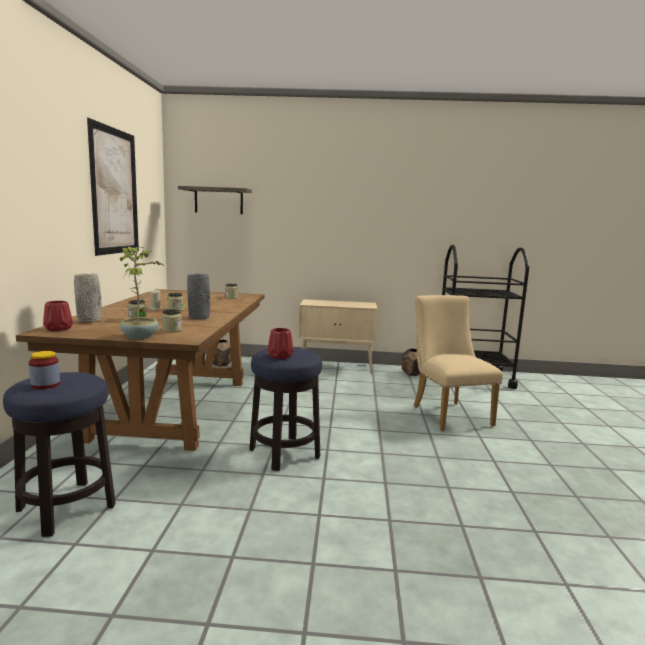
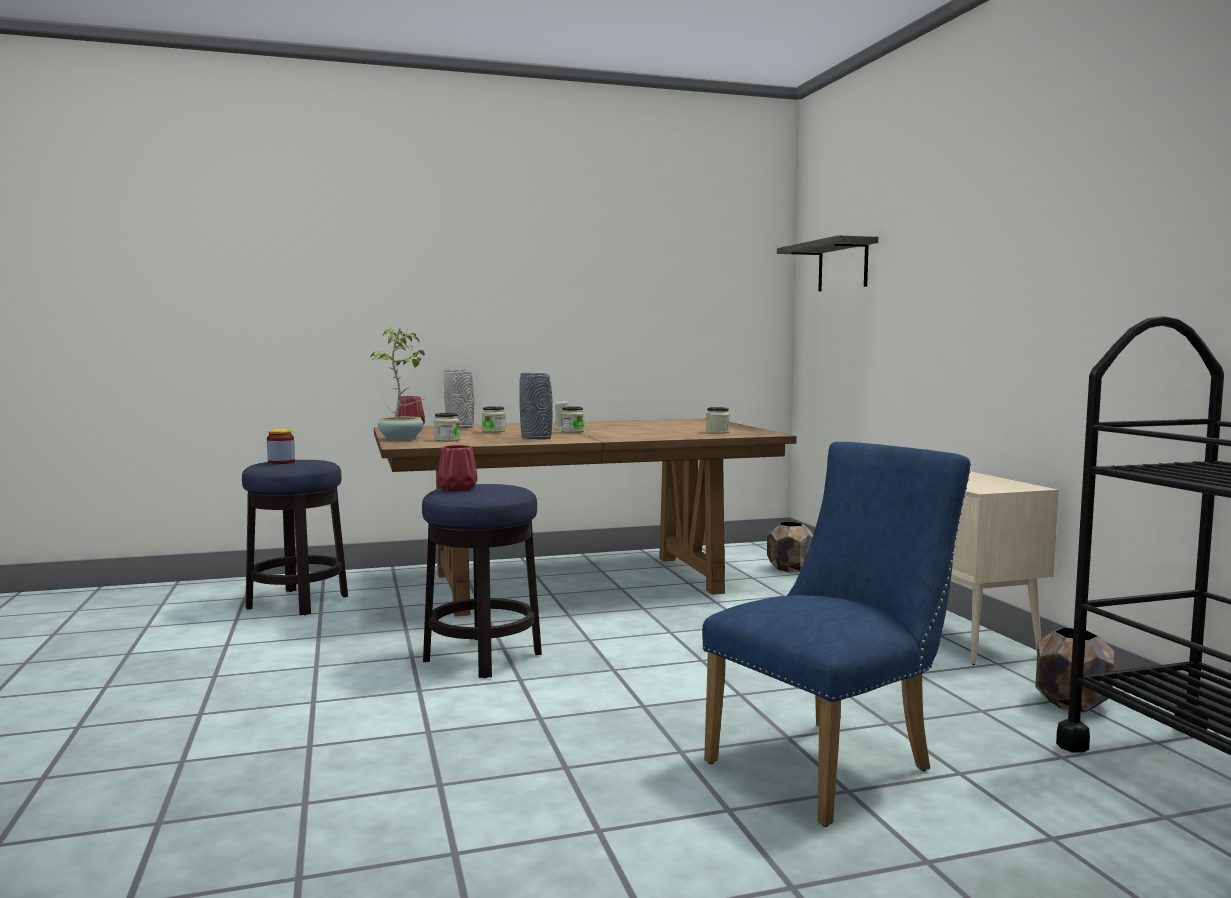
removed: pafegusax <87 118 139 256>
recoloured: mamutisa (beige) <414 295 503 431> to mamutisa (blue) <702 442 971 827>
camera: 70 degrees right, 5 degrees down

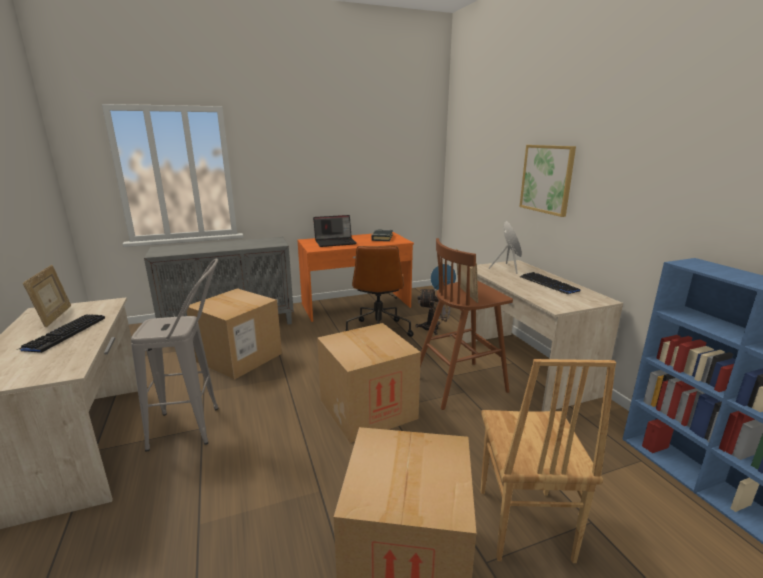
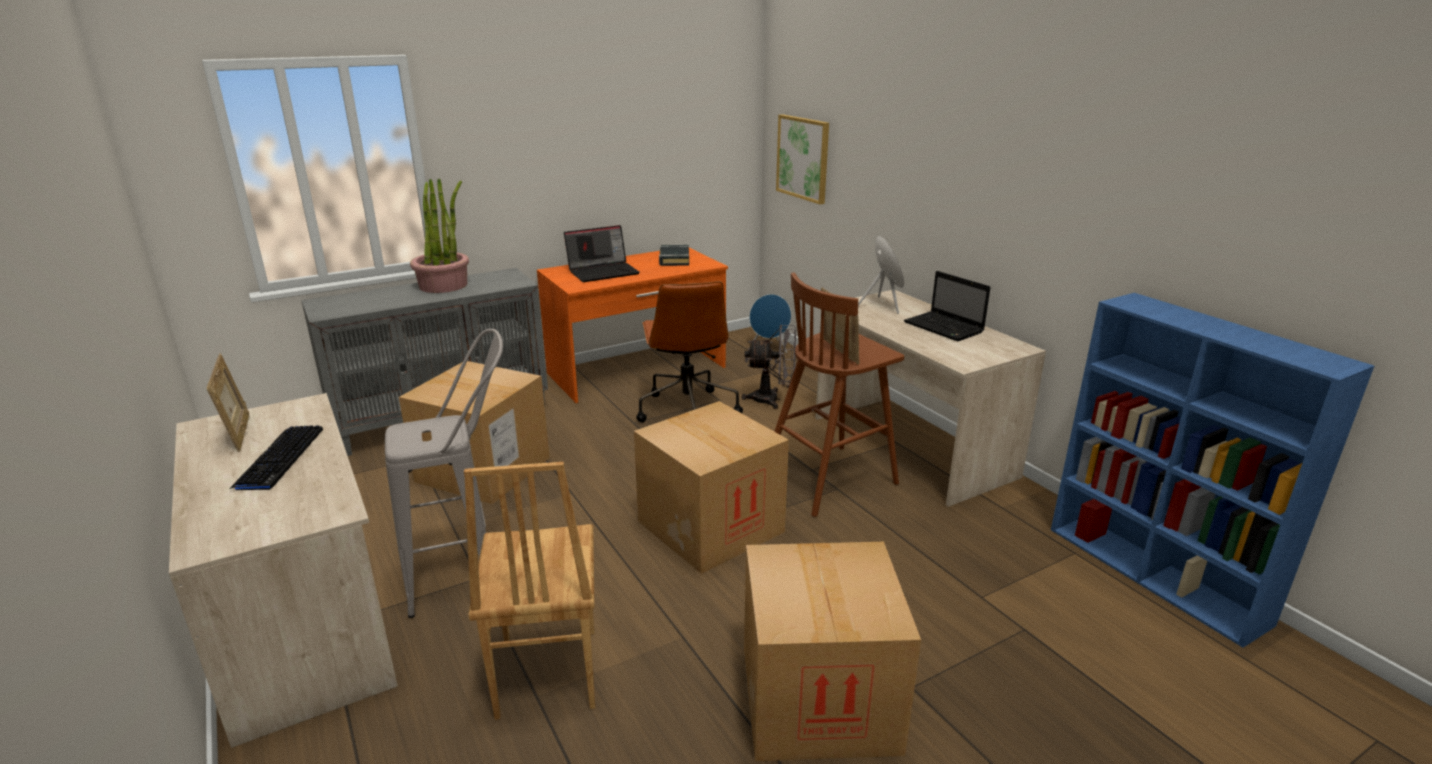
added: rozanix <410 179 469 293>
moved: mamutisa (brown) <481 359 616 563> to <464 462 595 720>; pafegusax <519 145 576 217> to <776 114 829 205>
replaced: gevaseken <520 272 581 294> to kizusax <904 271 991 341>
camera: 10 degrees left, 5 degrees up

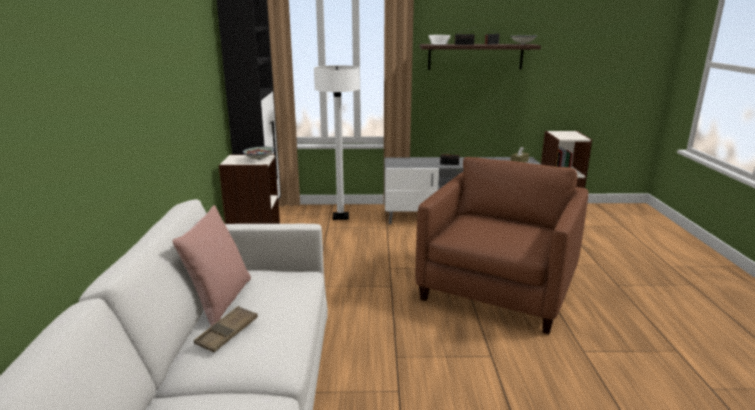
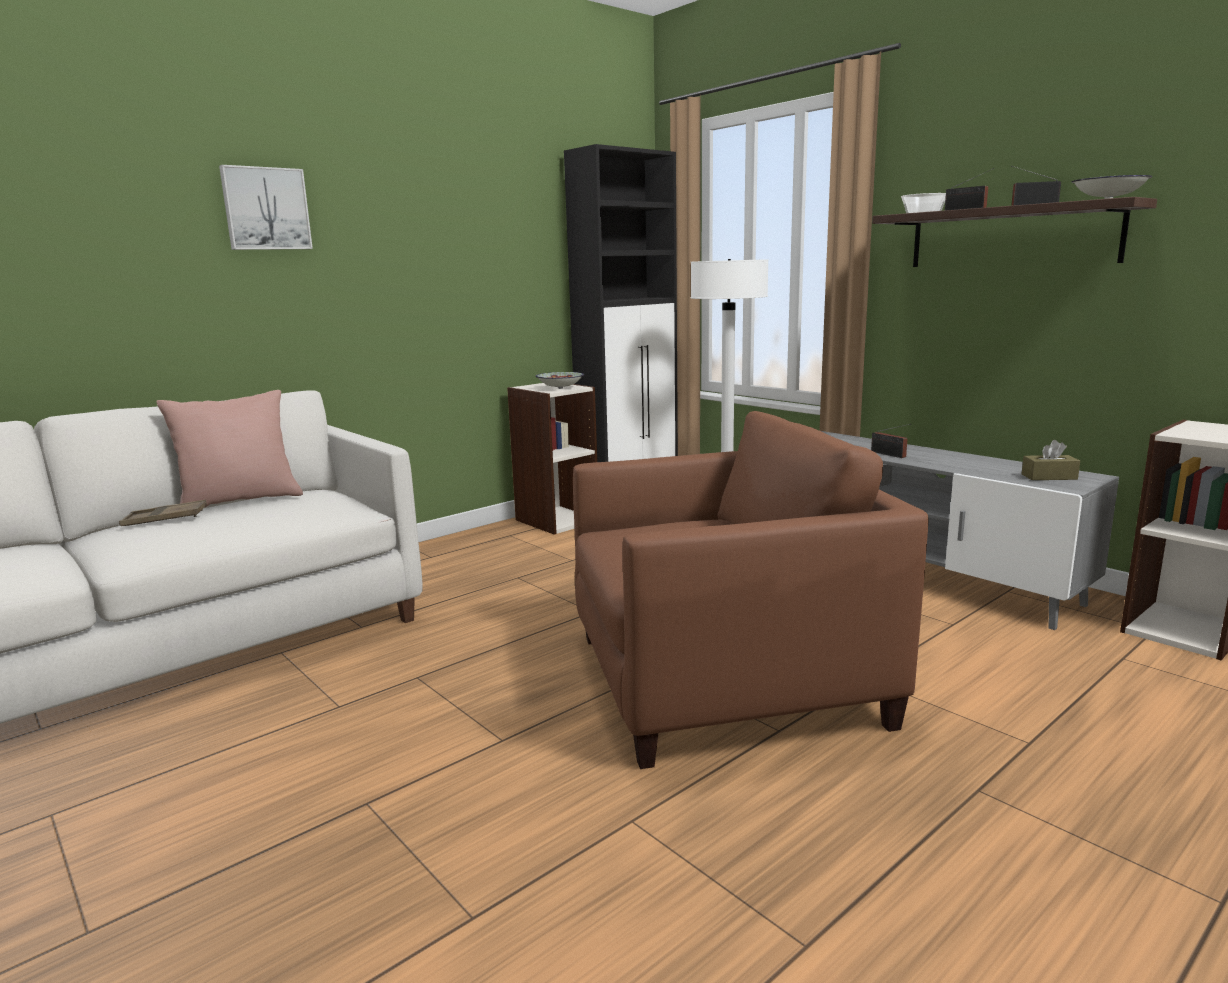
added: pafegusax <219 165 313 250>
camera: 50 degrees right, 5 degrees down

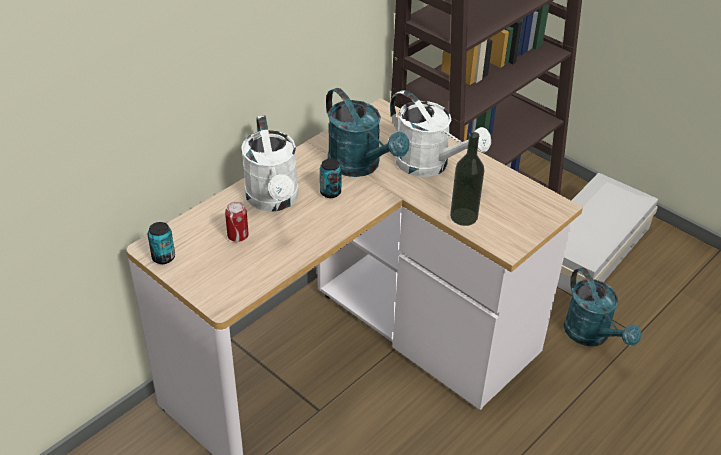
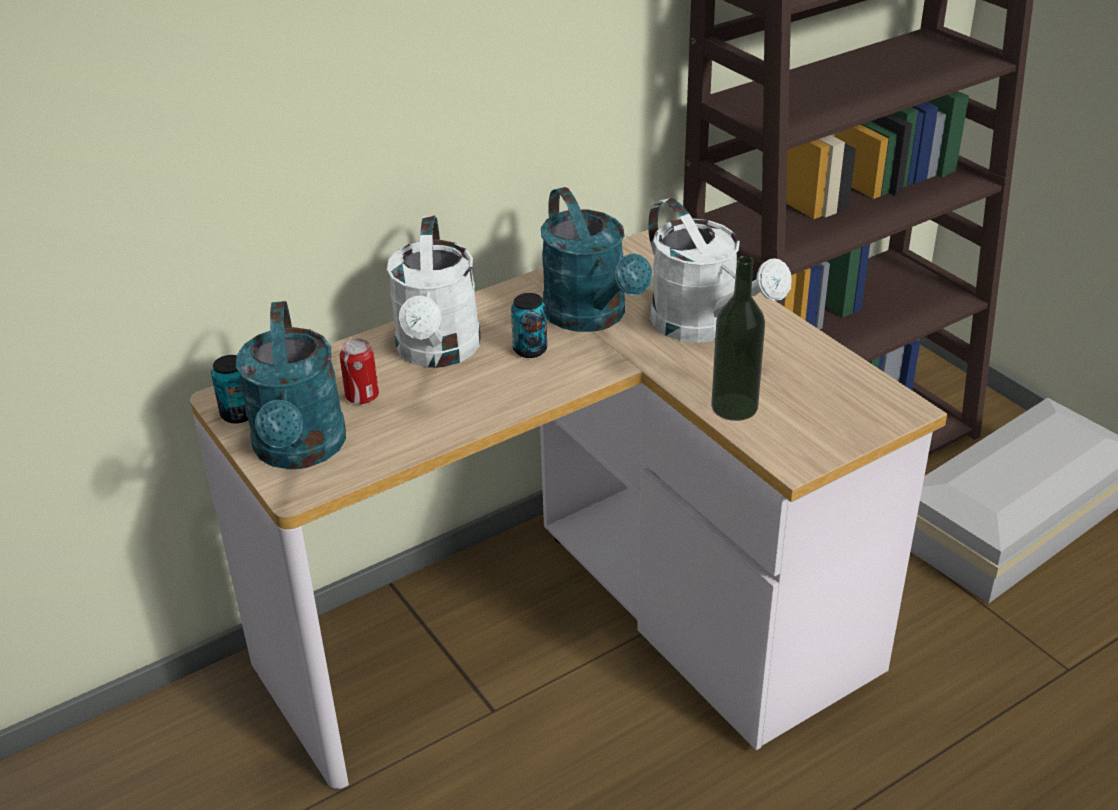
moved: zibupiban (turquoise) <563 268 641 346> to <236 301 346 469>
camera: 15 degrees right, 5 degrees down

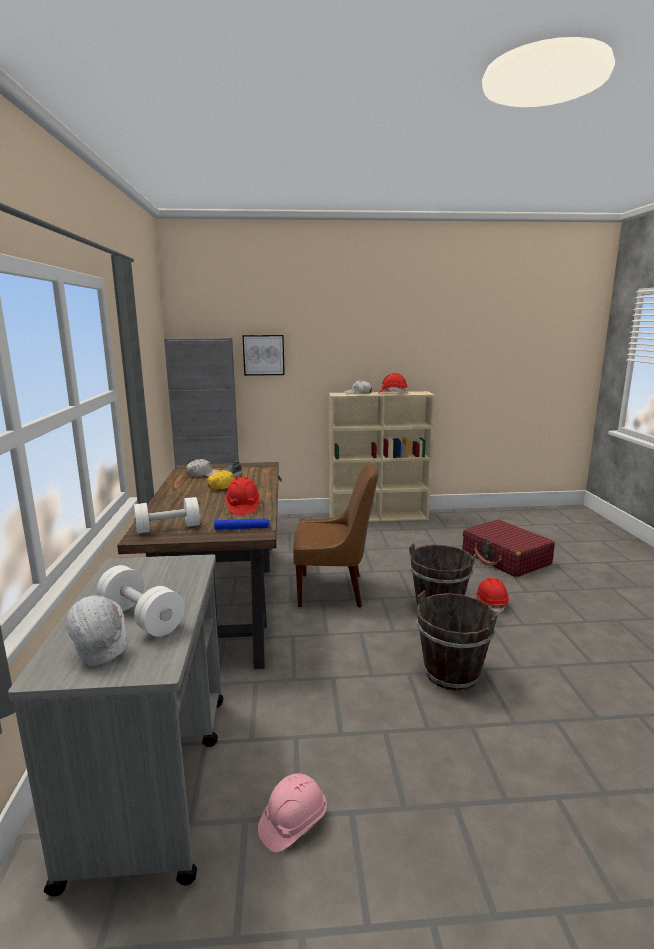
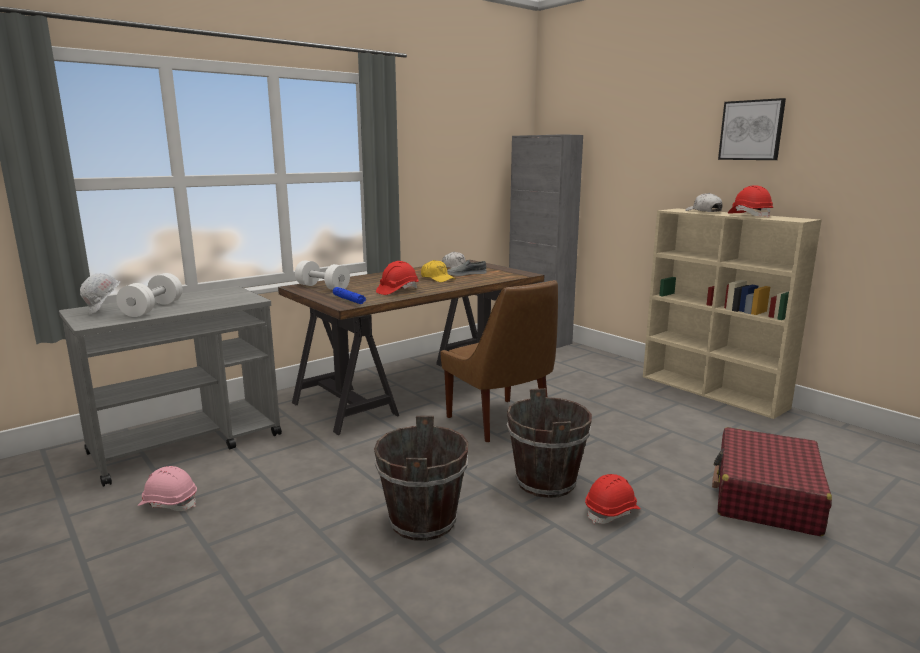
moved: pafegusax <242 335 285 376> to <718 98 786 160>
camera: 55 degrees right, 0 degrees up

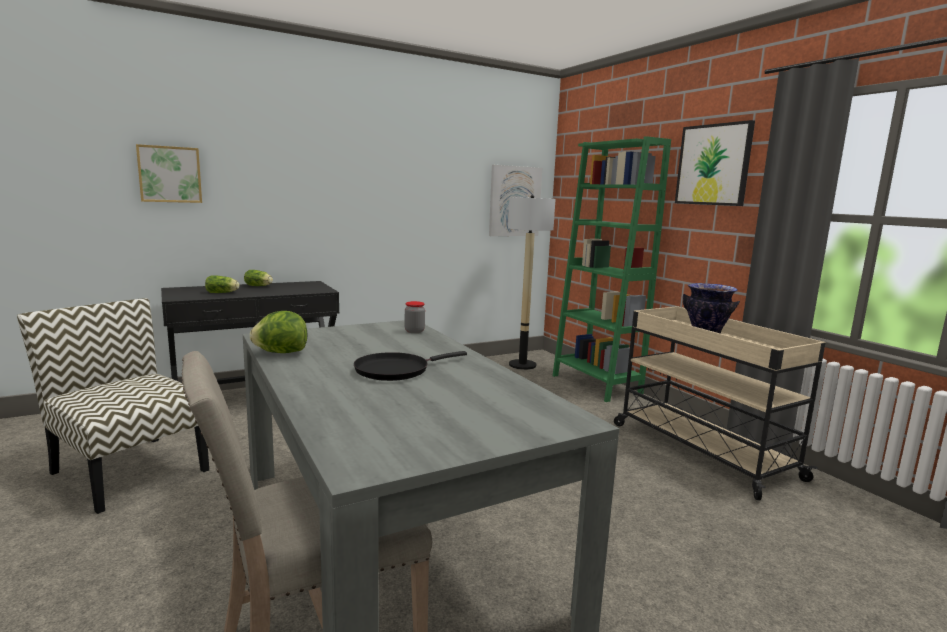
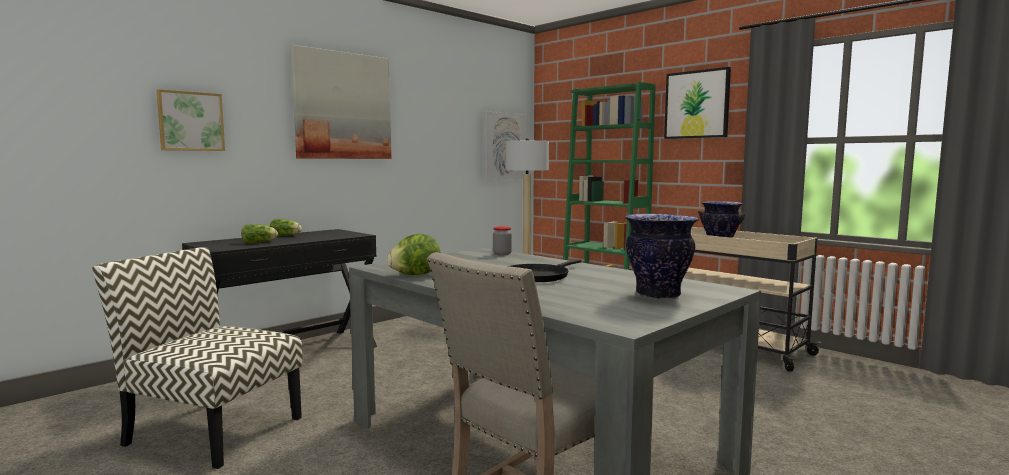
added: pafegusax <291 45 391 159>; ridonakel <625 214 699 299>
camera: 15 degrees left, 5 degrees down

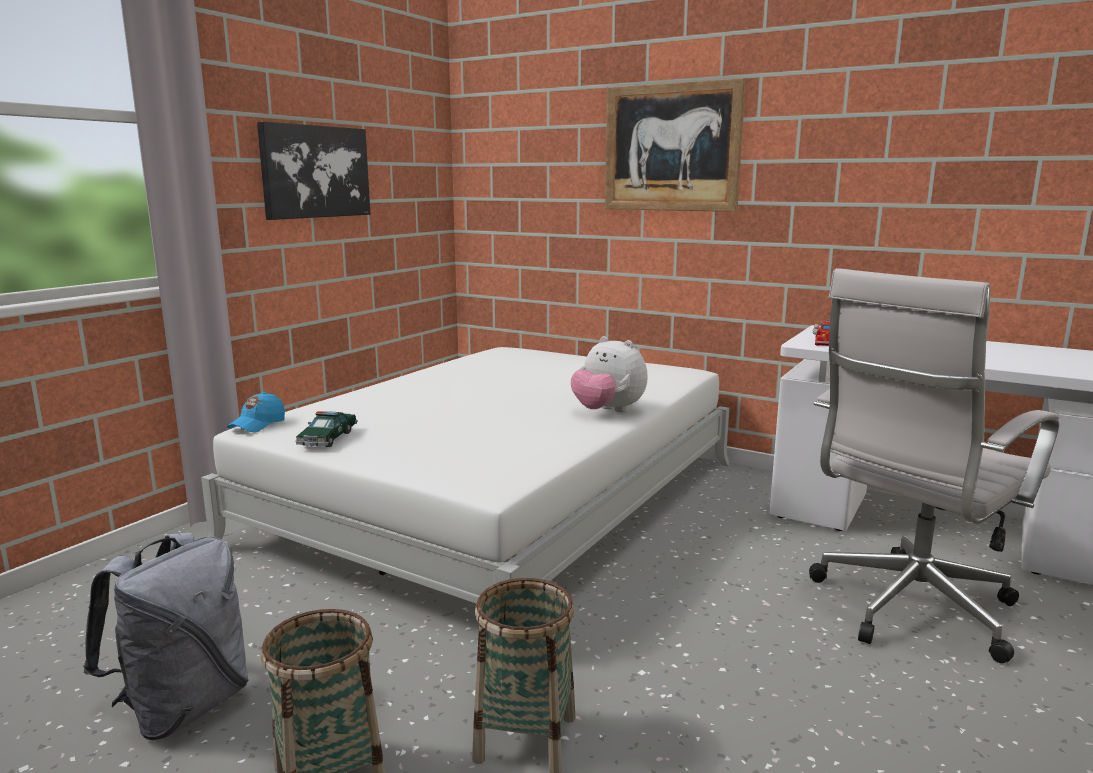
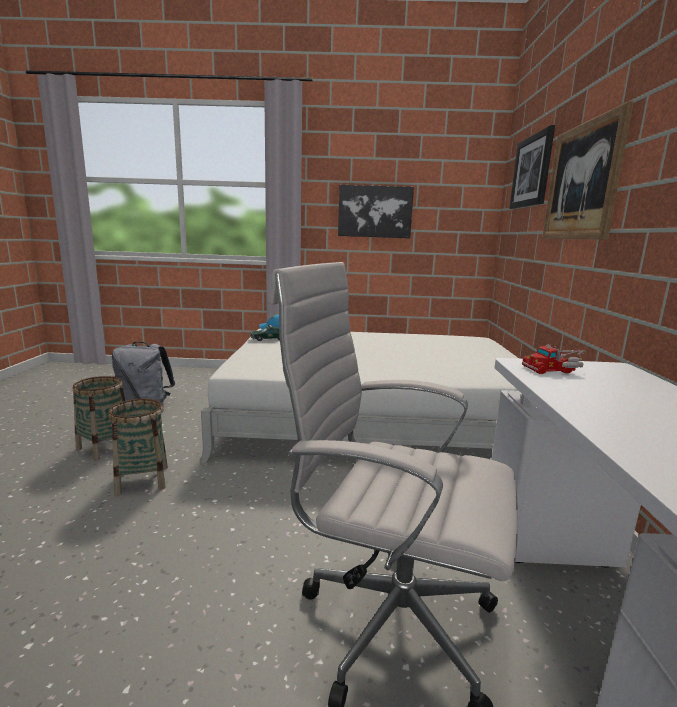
removed: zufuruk <571 336 647 412>
added: pafegusax <509 125 555 209>
camera: 60 degrees right, 0 degrees up

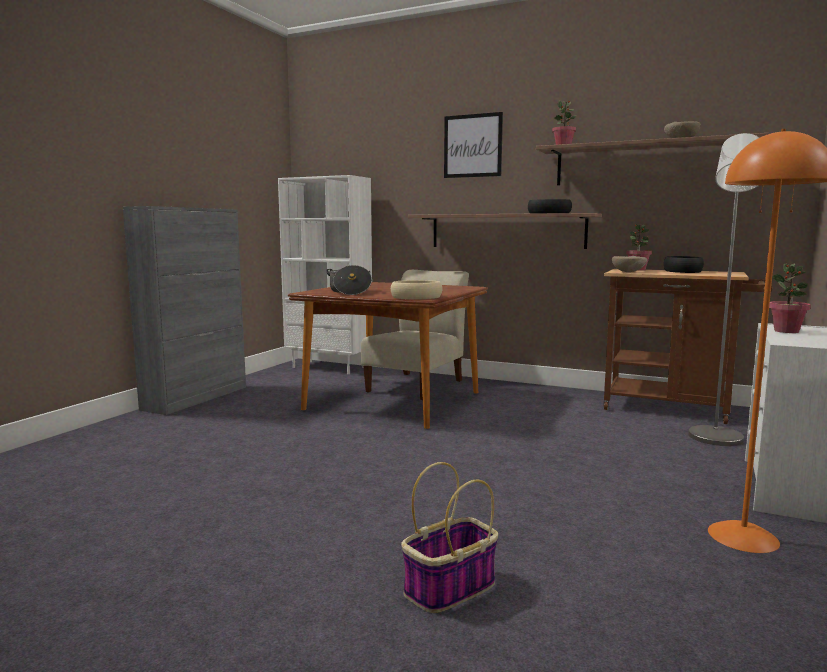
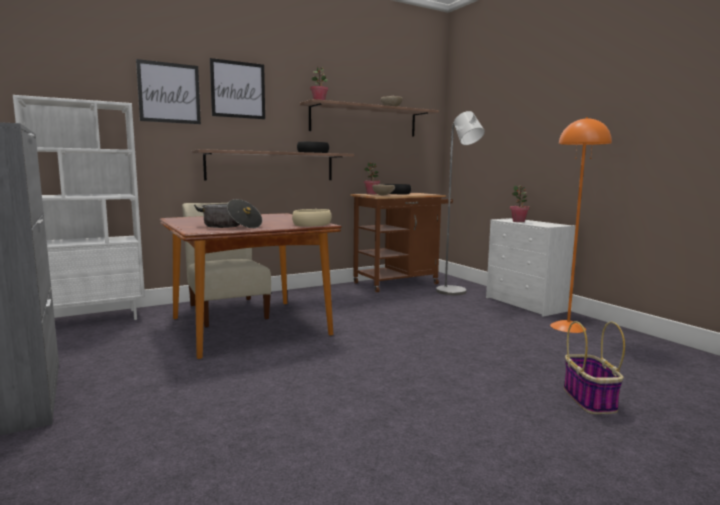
added: pafegusax <136 59 201 124>
camera: 55 degrees left, 0 degrees up

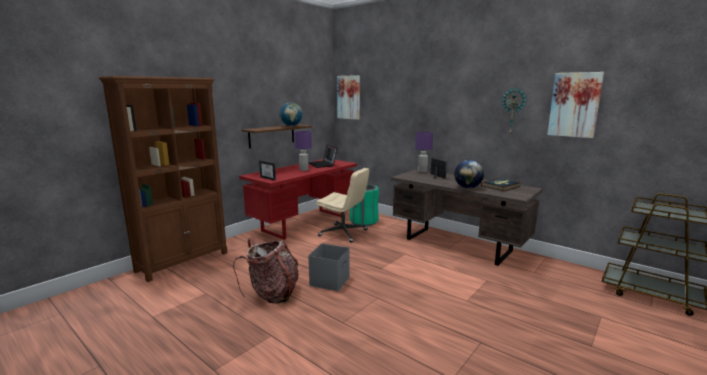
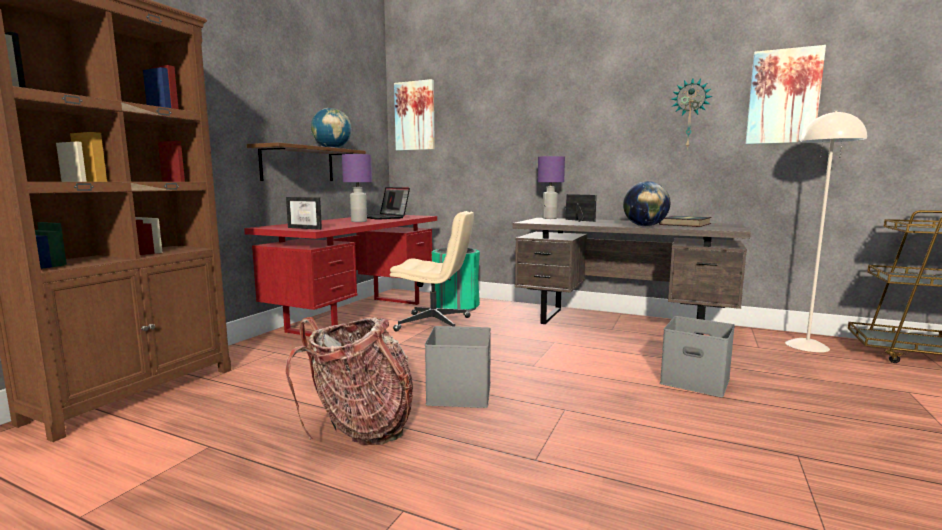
added: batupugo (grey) <660 316 735 397>; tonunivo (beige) <785 111 867 352>
camera: 15 degrees left, 5 degrees down

